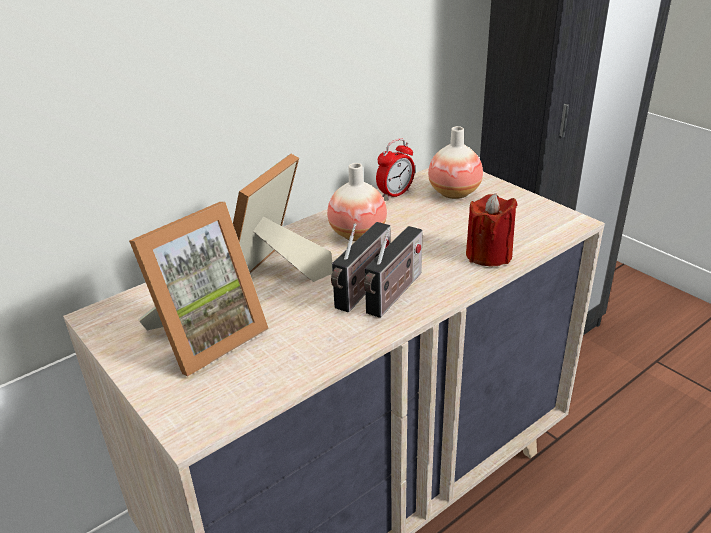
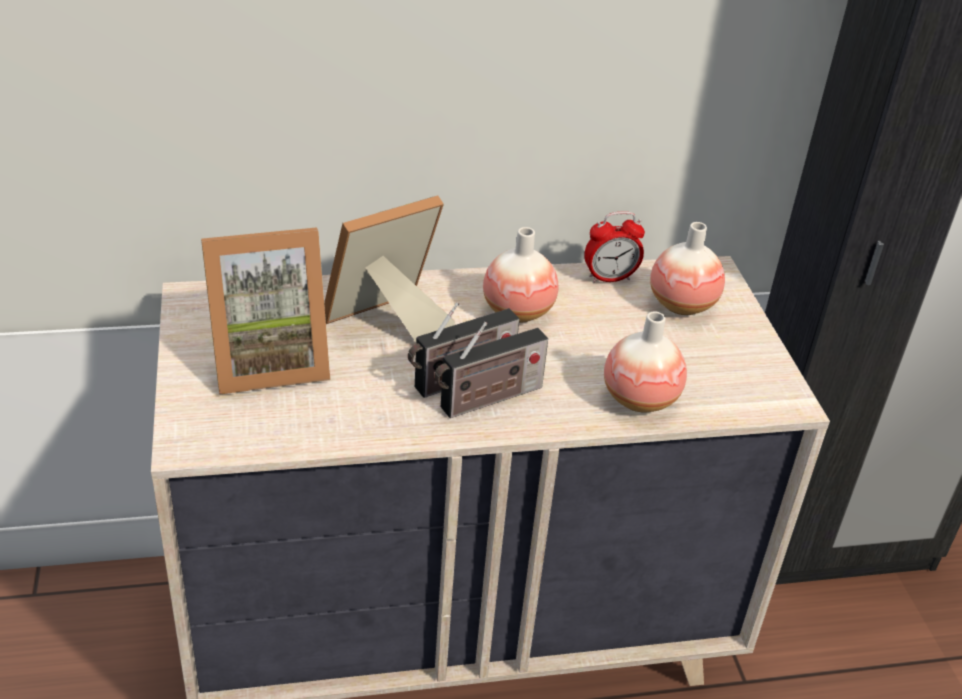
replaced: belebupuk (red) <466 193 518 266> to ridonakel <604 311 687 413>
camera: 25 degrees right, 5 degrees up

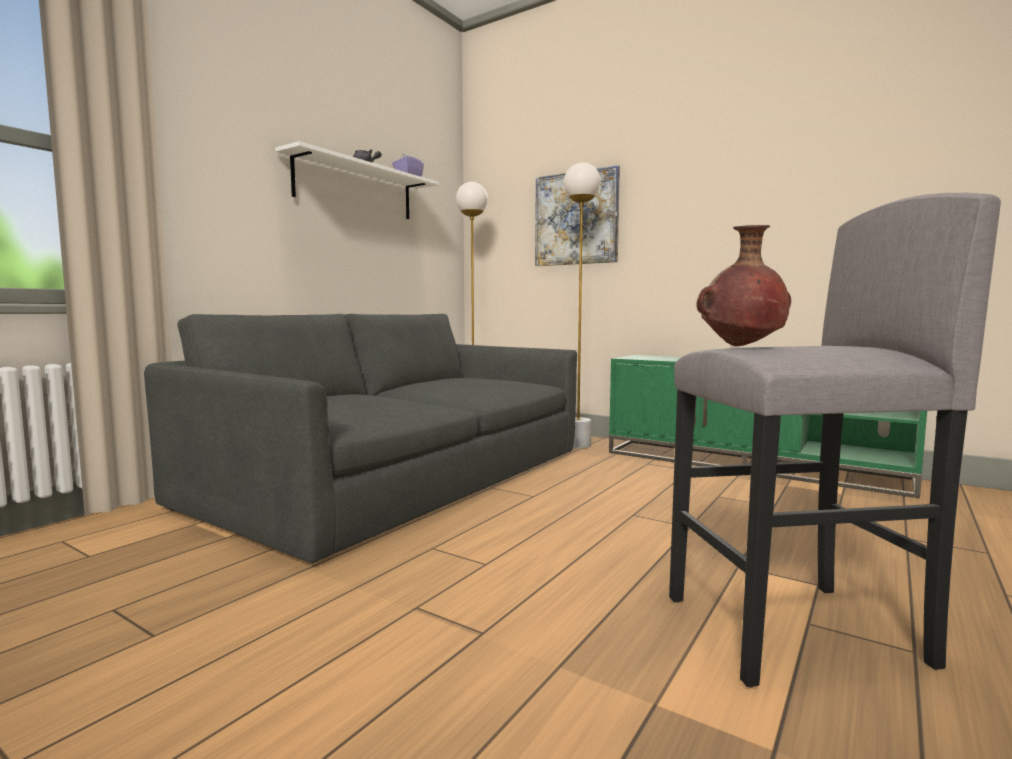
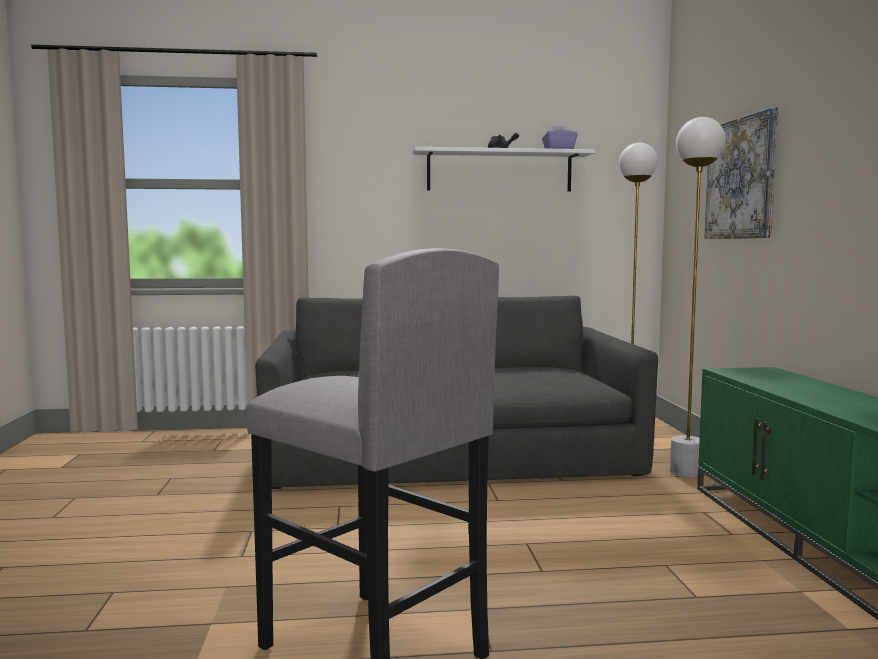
removed: ridonakel (brown) <696 225 791 346>
camera: 50 degrees right, 0 degrees up

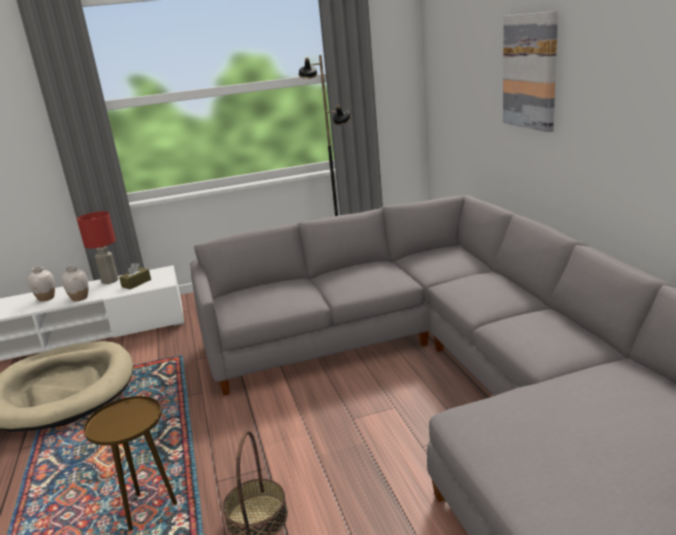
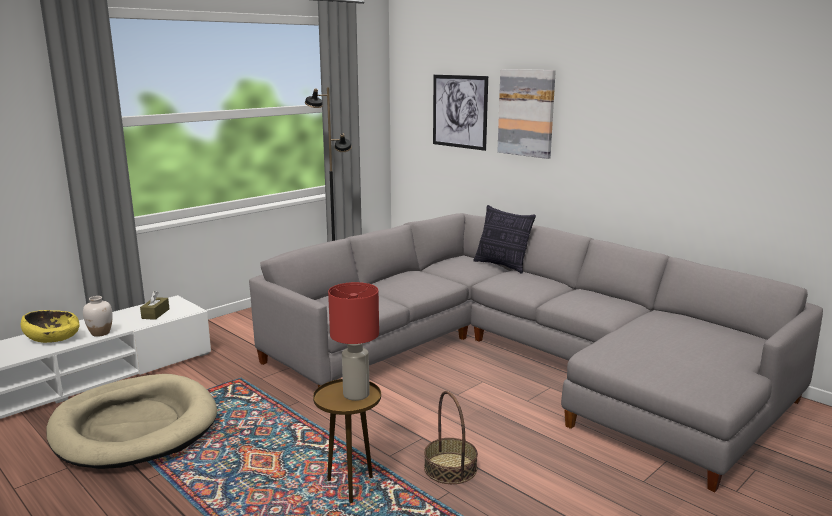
added: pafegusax <433 75 488 151>; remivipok <473 205 536 274>
moved: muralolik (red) <77 211 118 284> to <328 282 379 401>
replaced: ridonakel (white) <28 266 55 302> to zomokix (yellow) <21 310 79 343>
camera: 30 degrees left, 5 degrees down

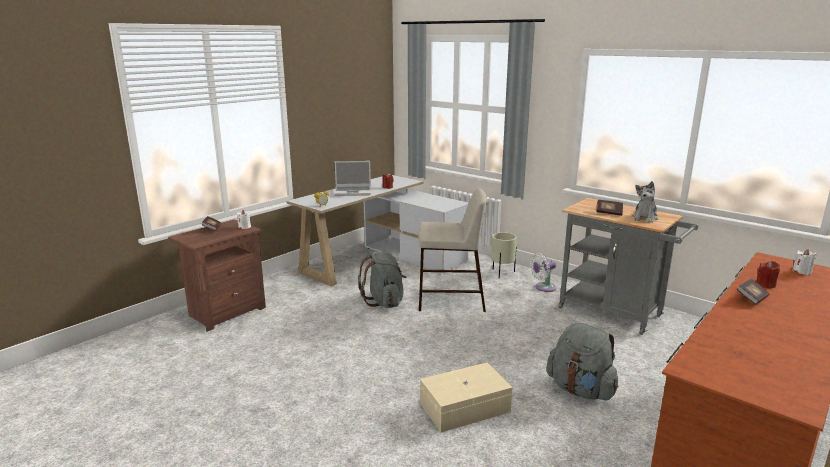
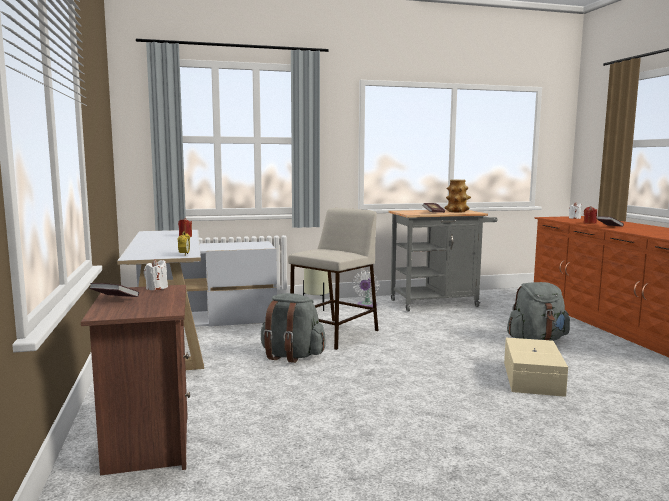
removed: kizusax <334 161 371 196>
replaced: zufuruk <632 181 658 223> to ridonakel <444 179 471 213>
camera: 55 degrees left, 10 degrees down

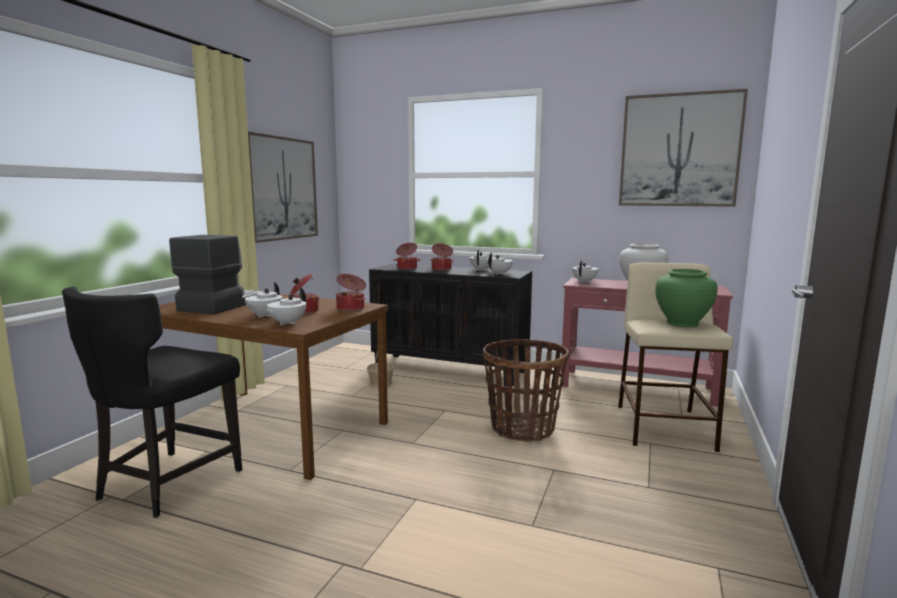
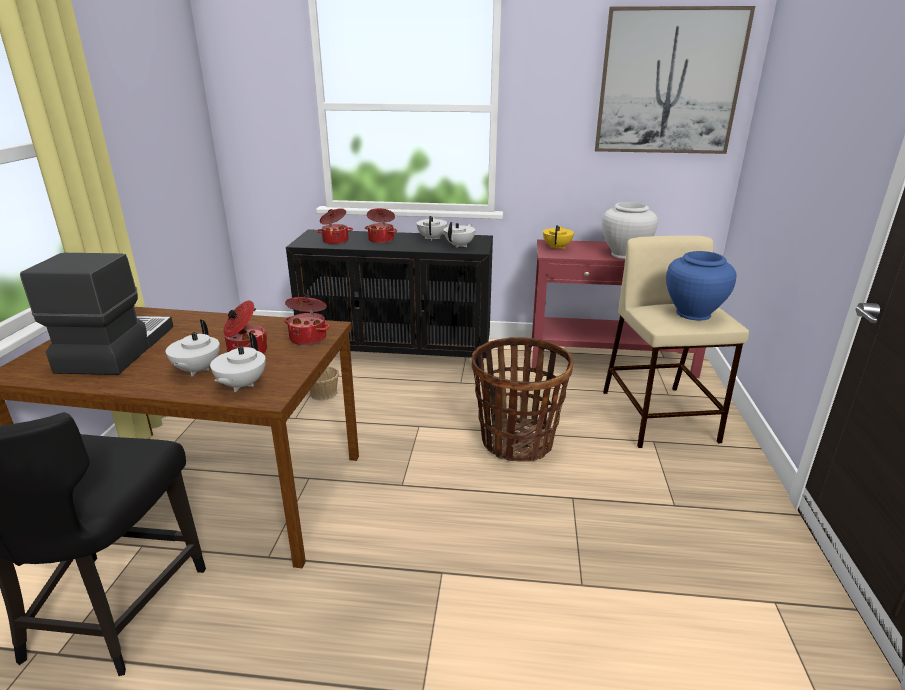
removed: pafegusax <248 132 318 243>
recoloured: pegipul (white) <572 261 599 283> to pegipul (yellow) <543 225 574 250>; ridonakel (green) <655 269 718 327> to ridonakel (blue) <666 251 737 321>
camera: 15 degrees left, 15 degrees up

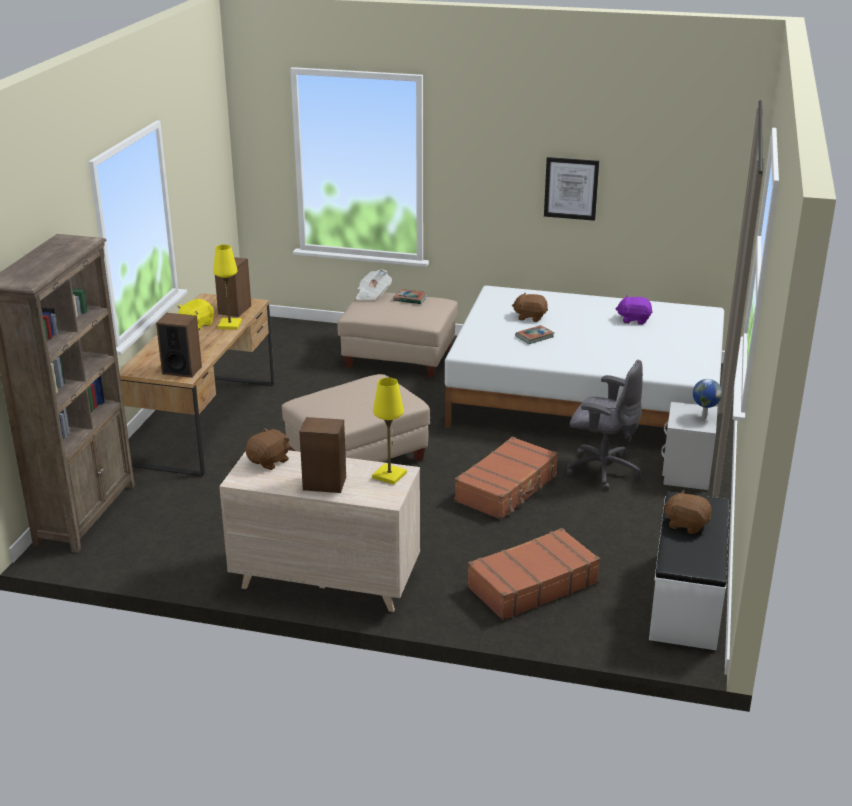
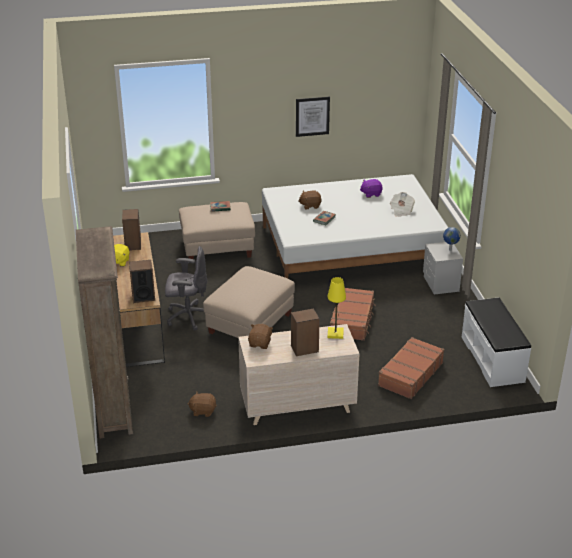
removed: muralolik (yellow) <213 244 242 330>
moved: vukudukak <356 269 392 300> to <390 192 415 217>; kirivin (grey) <567 359 643 490> to <165 246 207 330>; zufuruk (brown) <663 490 712 534> to <187 392 217 417>
camera: 25 degrees left, 5 degrees up

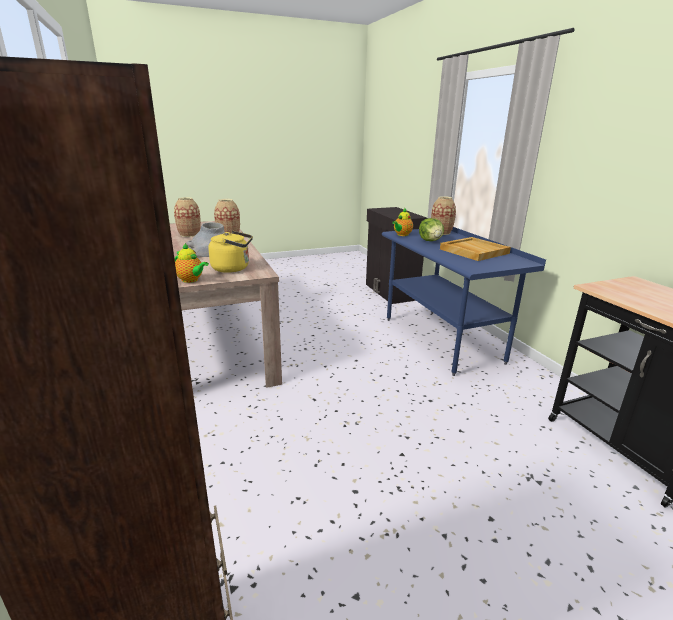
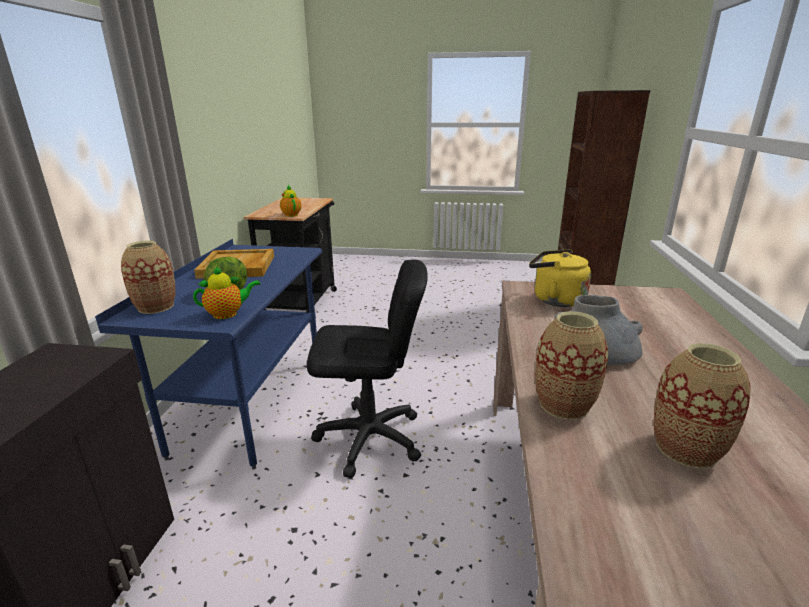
added: kirivin (black) <307 260 428 478>
moved: pegipul <175 243 209 283> to <280 185 302 217>
camera: 150 degrees left, 0 degrees up

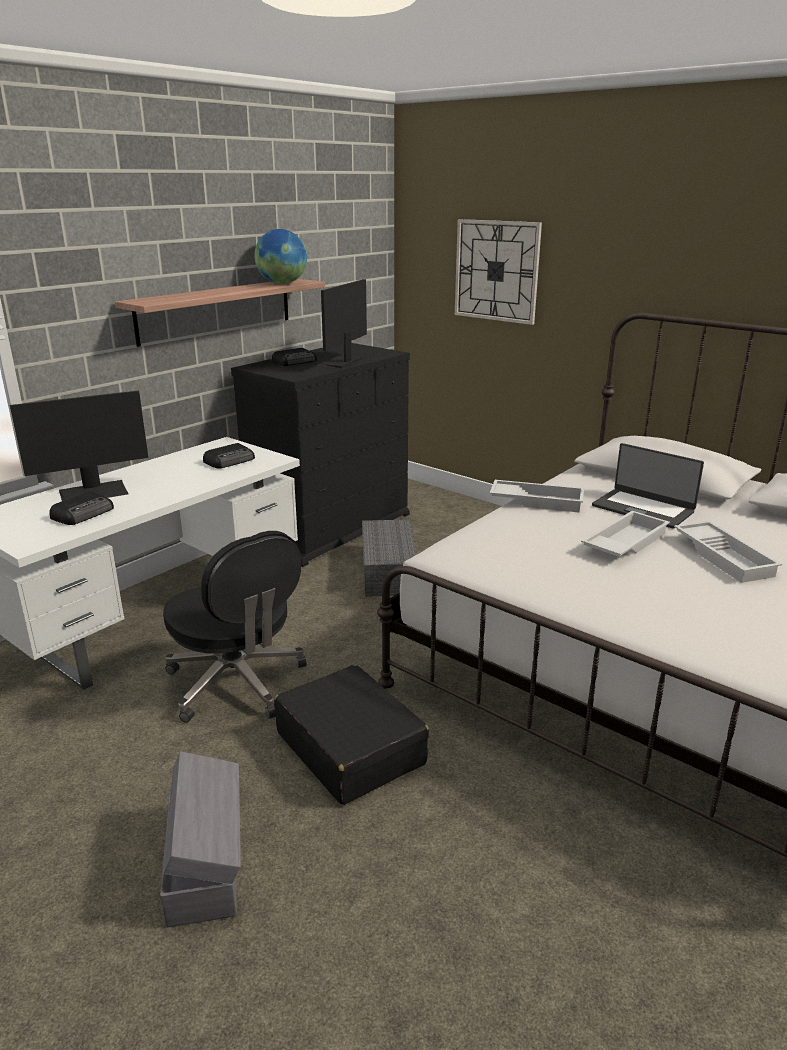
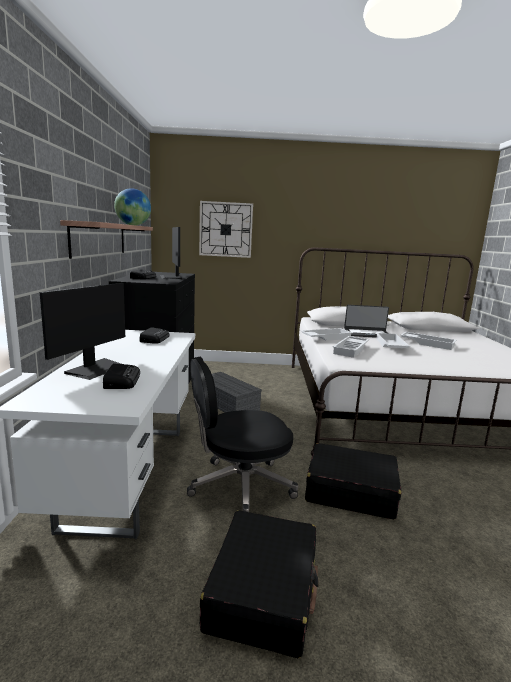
removed: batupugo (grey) <160 751 241 927>
added: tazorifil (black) <200 510 319 658>; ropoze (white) <333 336 369 358>
turned: kirivin (black) <163 531 307 723> = <187 357 298 512> 150 degrees clockwise
camera: 40 degrees left, 10 degrees down

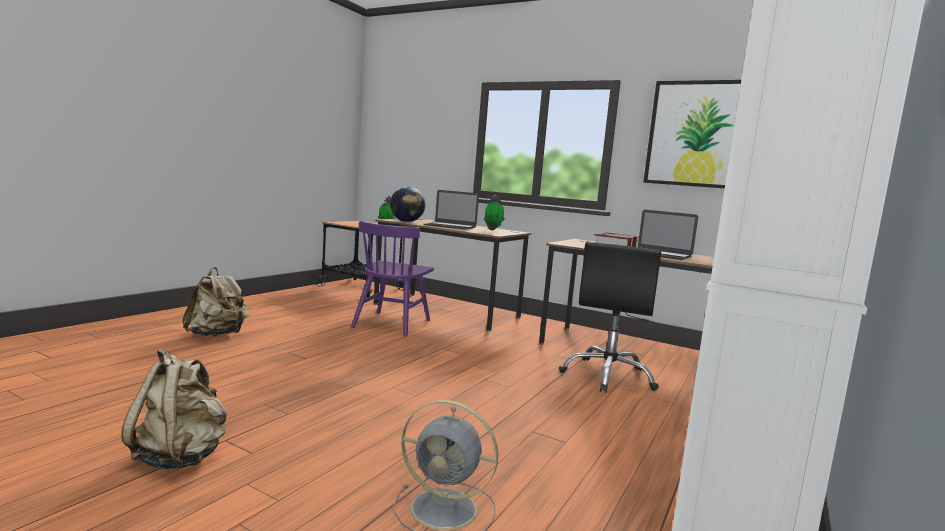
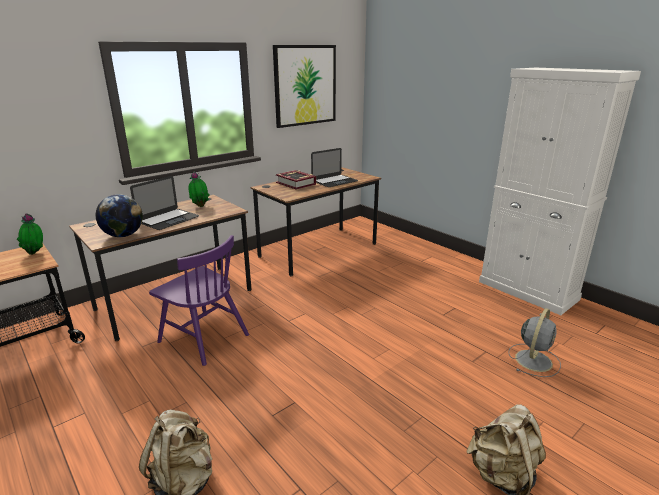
removed: kirivin (black) <559 242 661 393>
camera: 70 degrees left, 15 degrees up

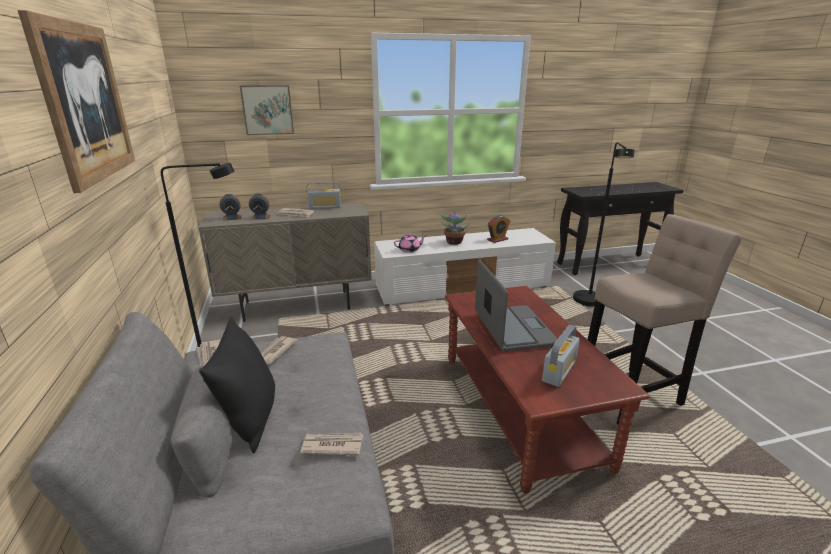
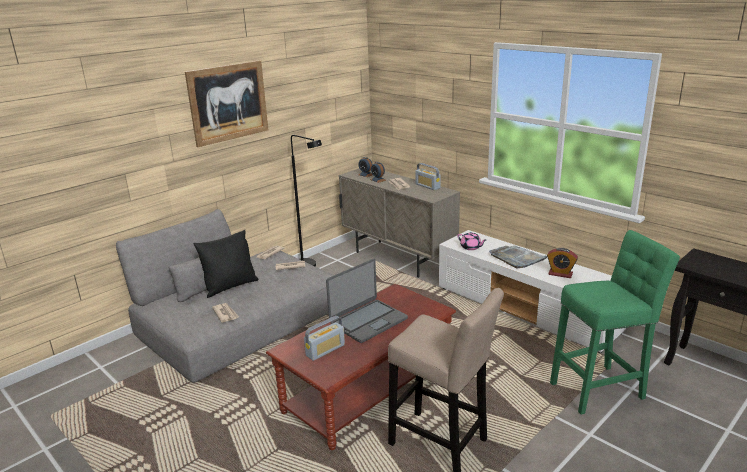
removed: pafegusax <240 85 294 135>
replaced: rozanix <440 209 469 245> to ropoze (grey) <489 245 547 269>; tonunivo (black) <573 142 635 306> to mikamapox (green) <550 230 680 415>
turned: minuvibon <542 325 580 387> = <304 316 345 361> 45 degrees counterclockwise
camera: 60 degrees right, 0 degrees up

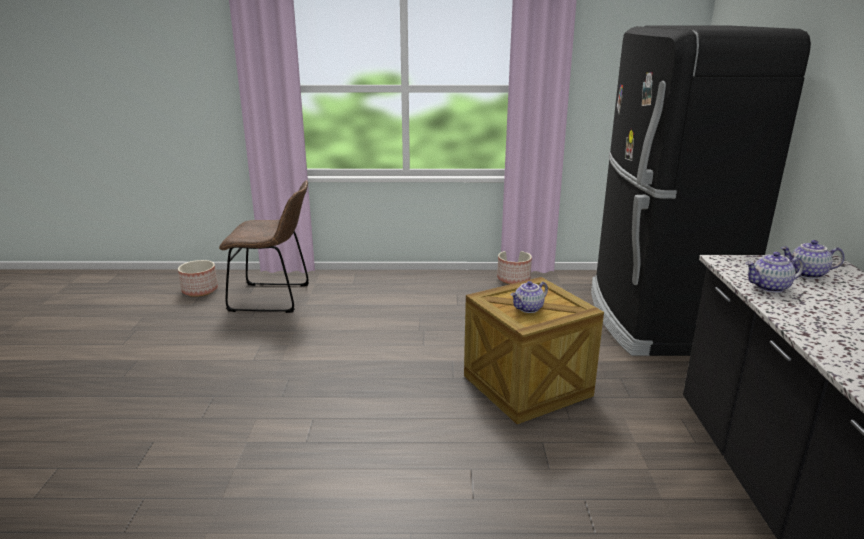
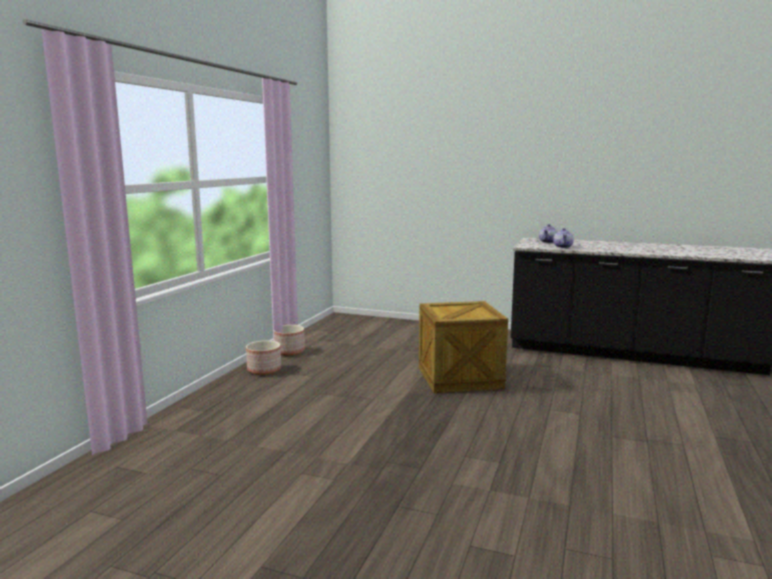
removed: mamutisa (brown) <219 181 309 313>; pegipul <511 281 548 313>; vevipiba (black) <591 26 811 356>
moved: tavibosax <178 260 218 297> to <246 340 281 375>
camera: 70 degrees left, 10 degrees down

